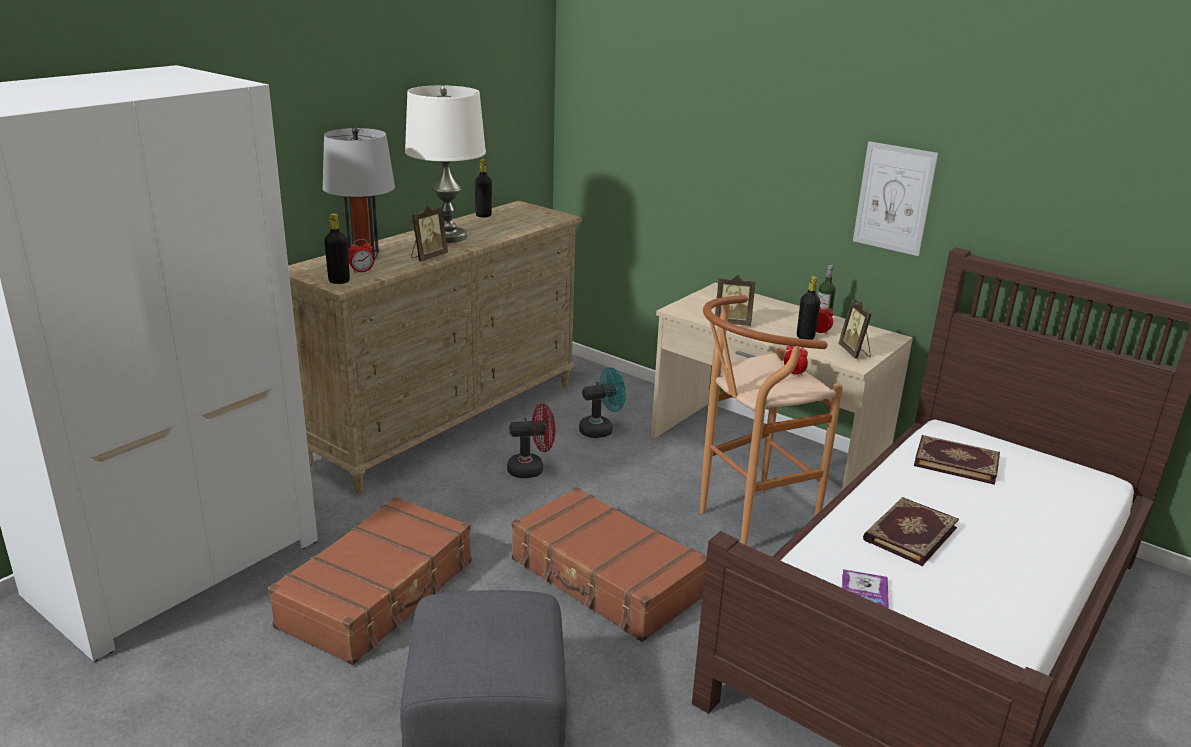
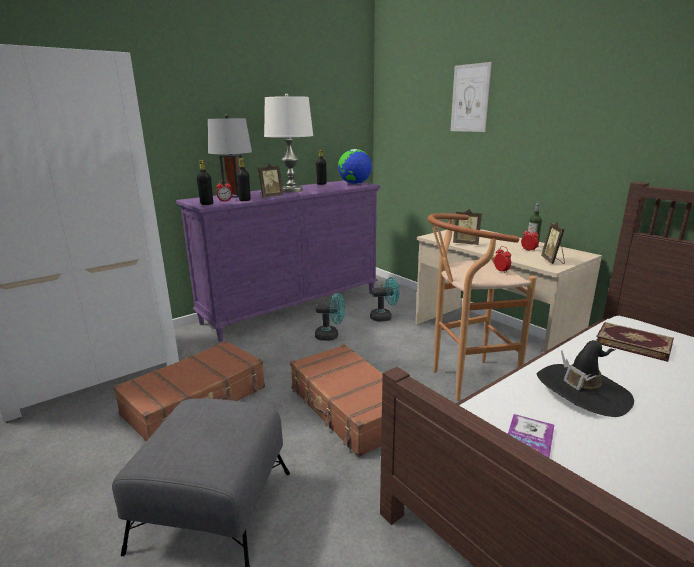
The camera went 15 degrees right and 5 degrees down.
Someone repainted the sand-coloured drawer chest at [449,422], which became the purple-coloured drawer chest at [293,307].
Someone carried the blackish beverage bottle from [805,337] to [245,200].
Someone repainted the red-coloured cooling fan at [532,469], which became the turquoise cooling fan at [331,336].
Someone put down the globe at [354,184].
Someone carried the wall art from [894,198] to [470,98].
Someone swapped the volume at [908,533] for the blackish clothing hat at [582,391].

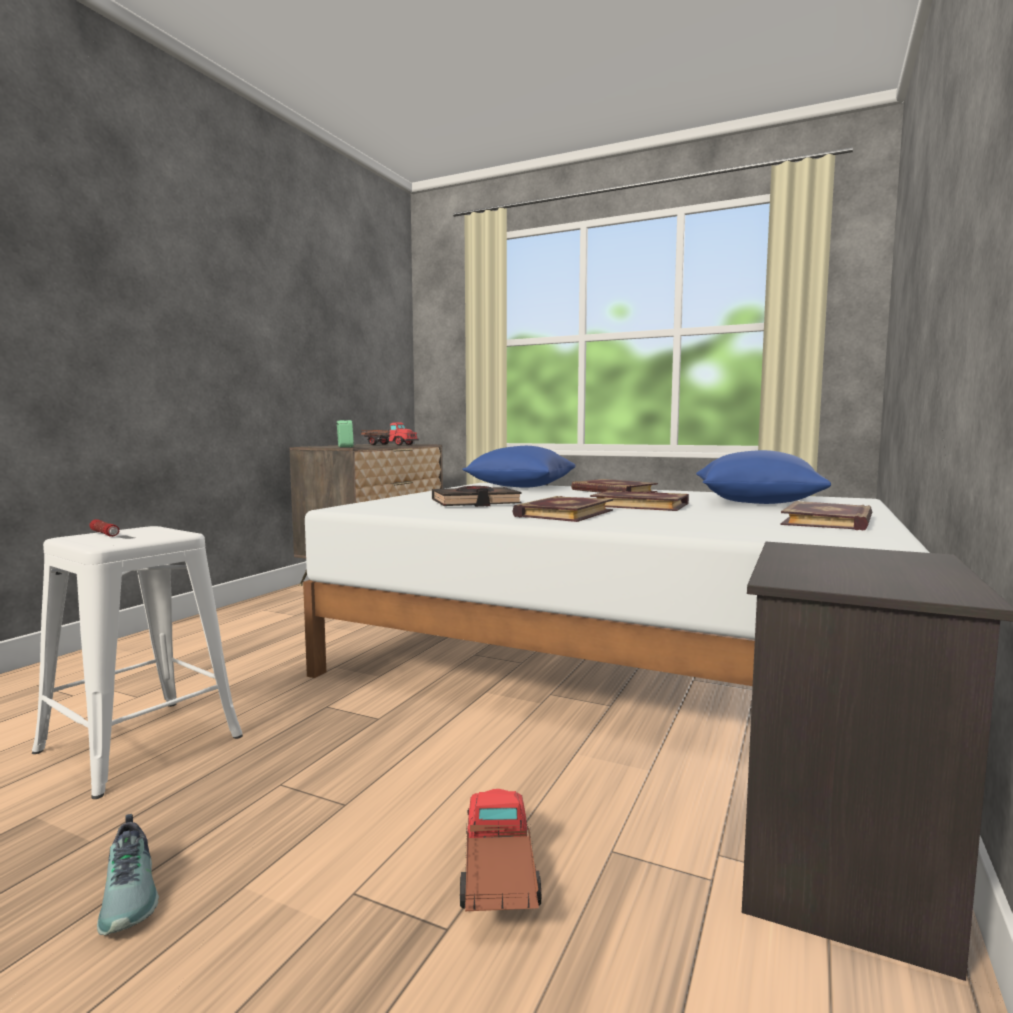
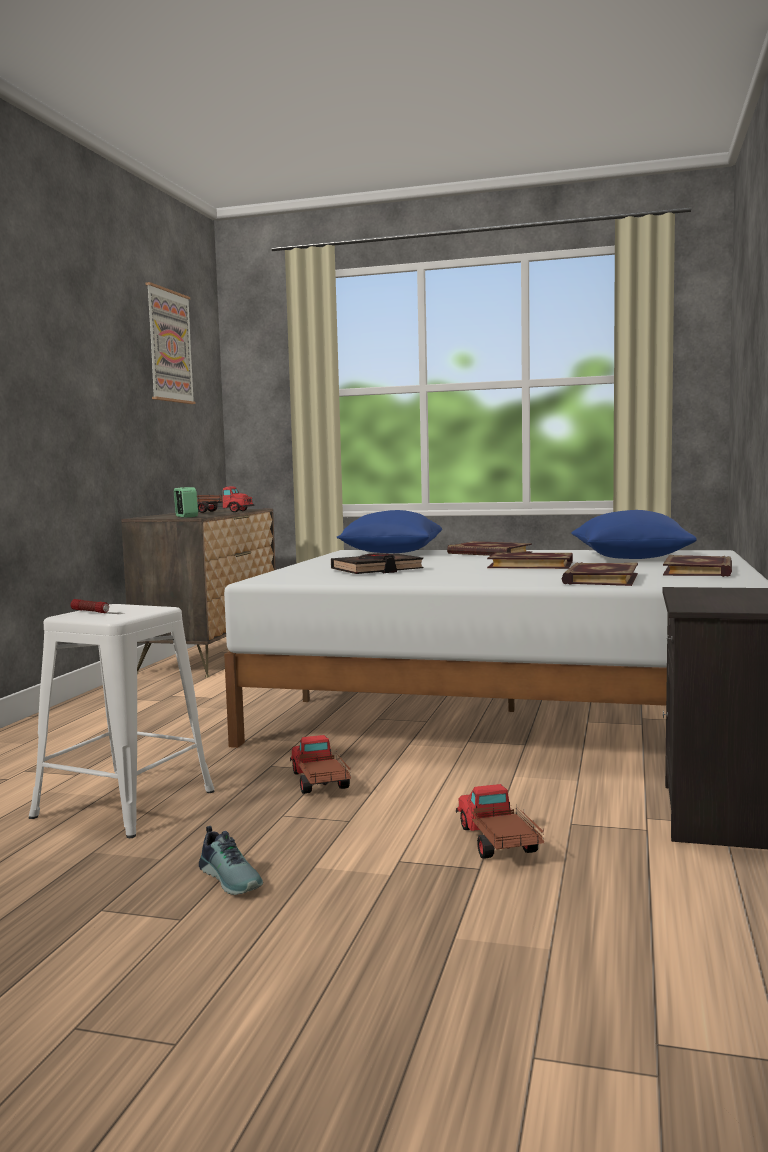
The camera went 10 degrees left and 0 degrees up.
Someone put up the wall art at [169,346].
Someone put down the toy truck at [319,783].
Someone carried the volume from [563,513] to [599,579].

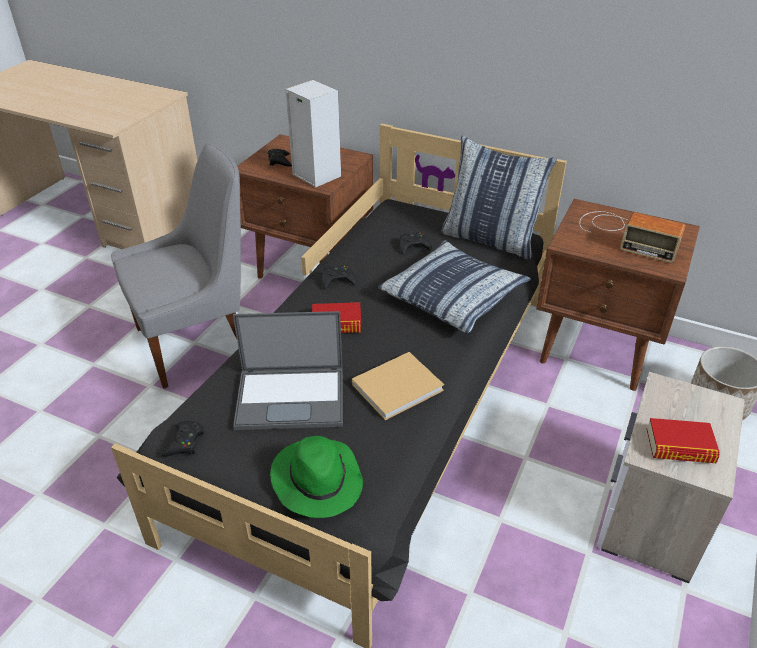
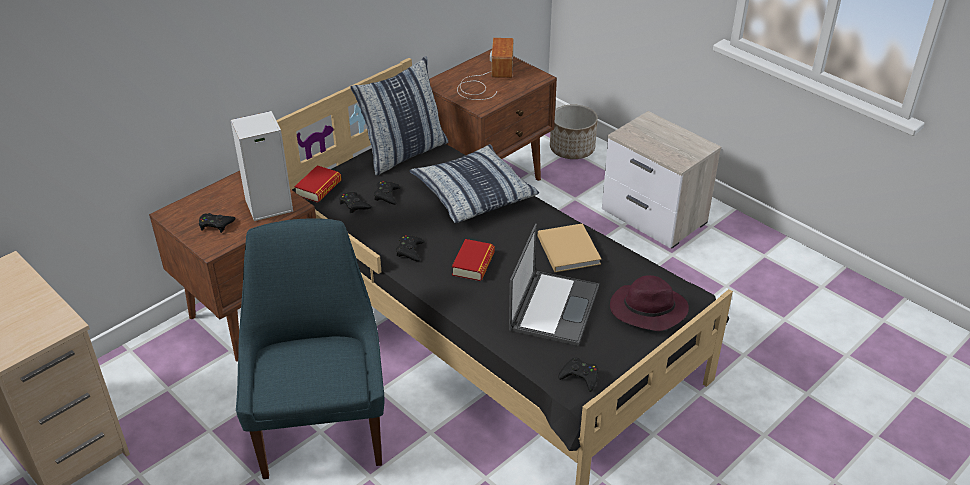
The camera went 70 degrees left and 0 degrees up.
Someone repainted the greyish upright chair at [198,342], which became the blue upright chair at [321,427].
Someone carried the volume from [680,446] to [318,188].
Someone put down the blackish gamepad at [354,205].
Someone rotated the radio set at [625,235] by 45 degrees counterclockwise.
Someone repainted the greenish clothing hat at [316,480], which became the purple-coloured clothing hat at [646,310].

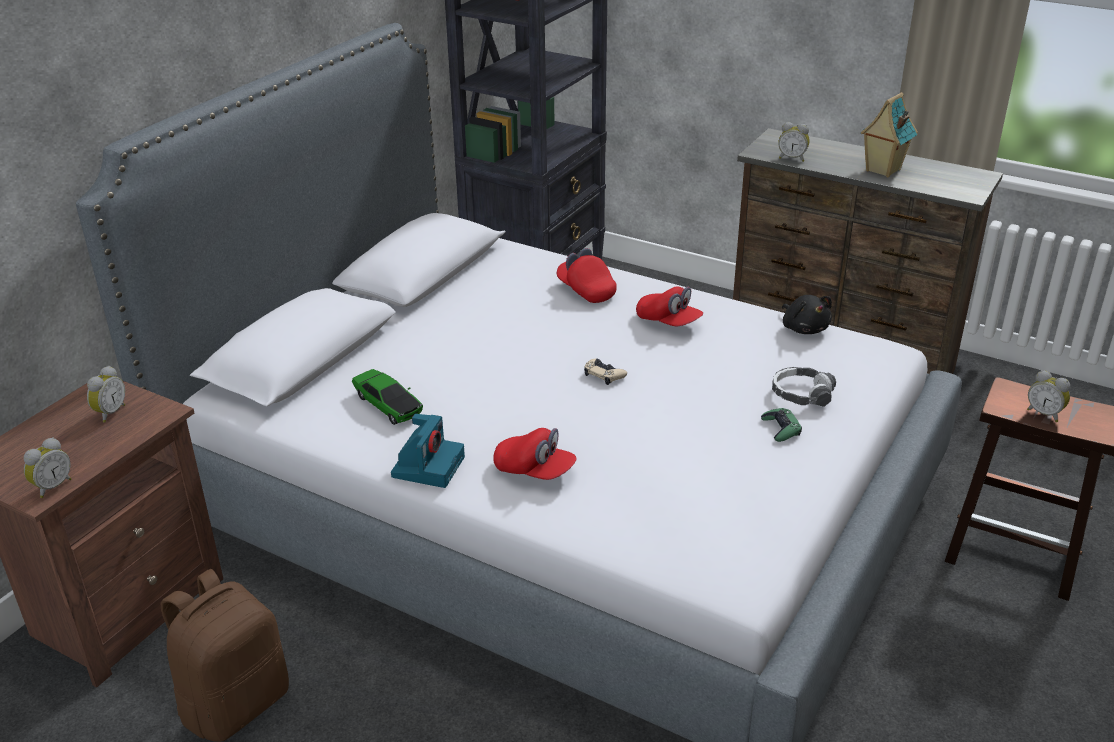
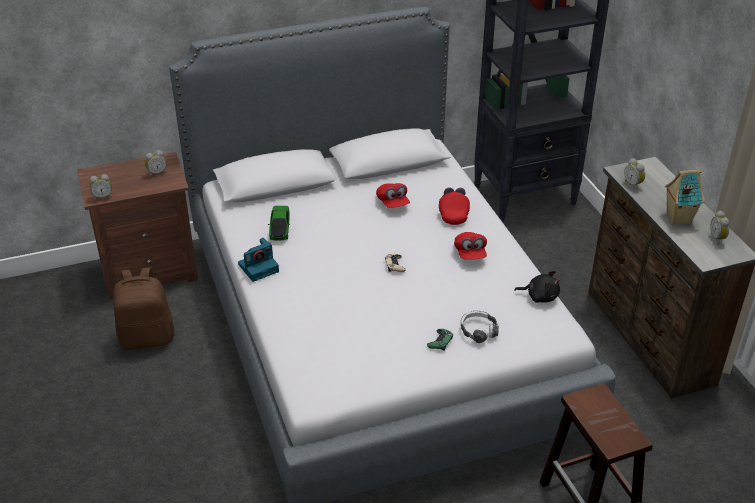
The camera went 40 degrees right and 5 degrees up.
Someone carried the red-coloured baseball cap from [534,470] to [392,203].
Someone rotated the blackish soft toy at [804,328] by 90 degrees counterclockwise.
Someone carried the alarm clock from [1044,413] to [718,239].

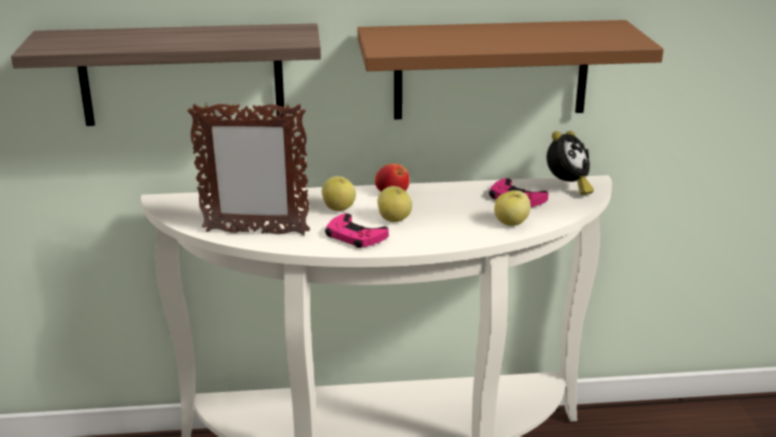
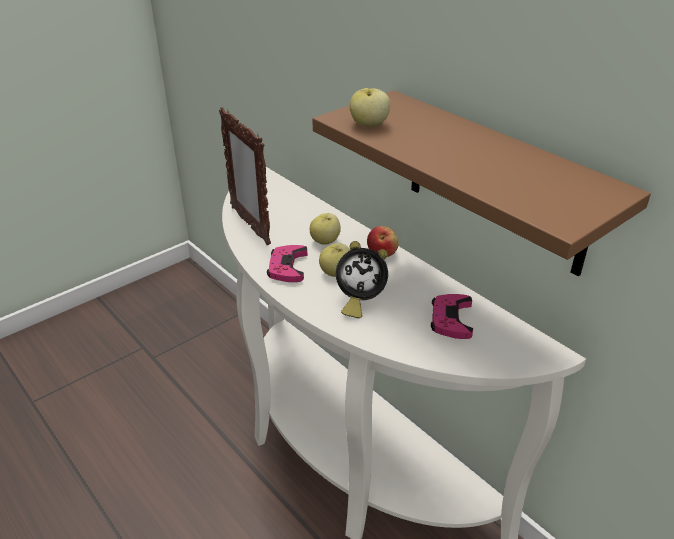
The camera went 55 degrees right and 10 degrees up.
Someone carried the alarm clock from [567,187] to [359,301].
Someone carried the apple fruit from [512,223] to [368,125].
Someone took away the shelf at [182,75].

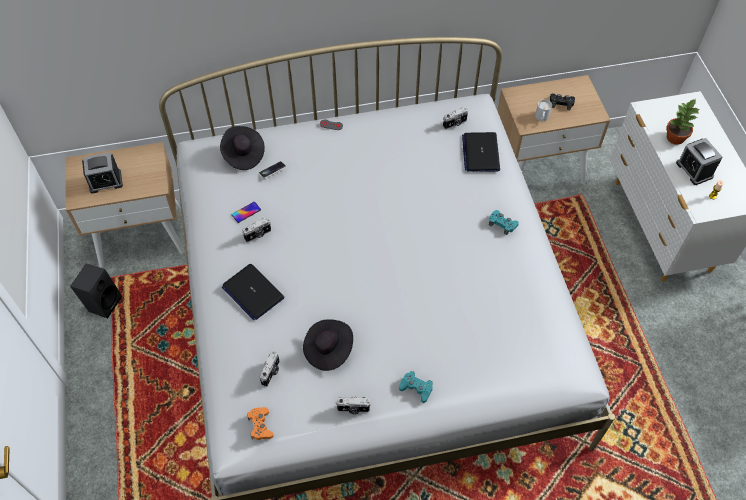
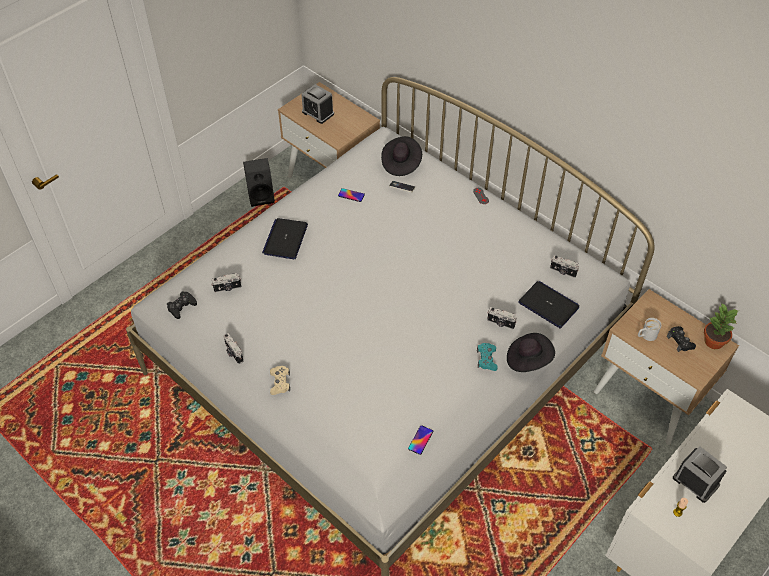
The camera went 55 degrees right and 5 degrees down.
Someone repainted the orange gamepad at [260,425], which became the blackish gamepad at [181,307].
Someone repainted the turquoise gamepad at [416,388], which became the sand-coloured gamepad at [280,382].
Someone put down the telephone at [420,440].
Someone carried the photo camera from [258,235] to [500,323].
Someone carried the blackish clothing hat from [328,350] to [528,359].
Someone rotated the laptop at [480,152] by 75 degrees clockwise.
Someone rotated the alarm clock at [694,170] by 105 degrees clockwise.
Someone carried the houseplant from [674,138] to [713,341].

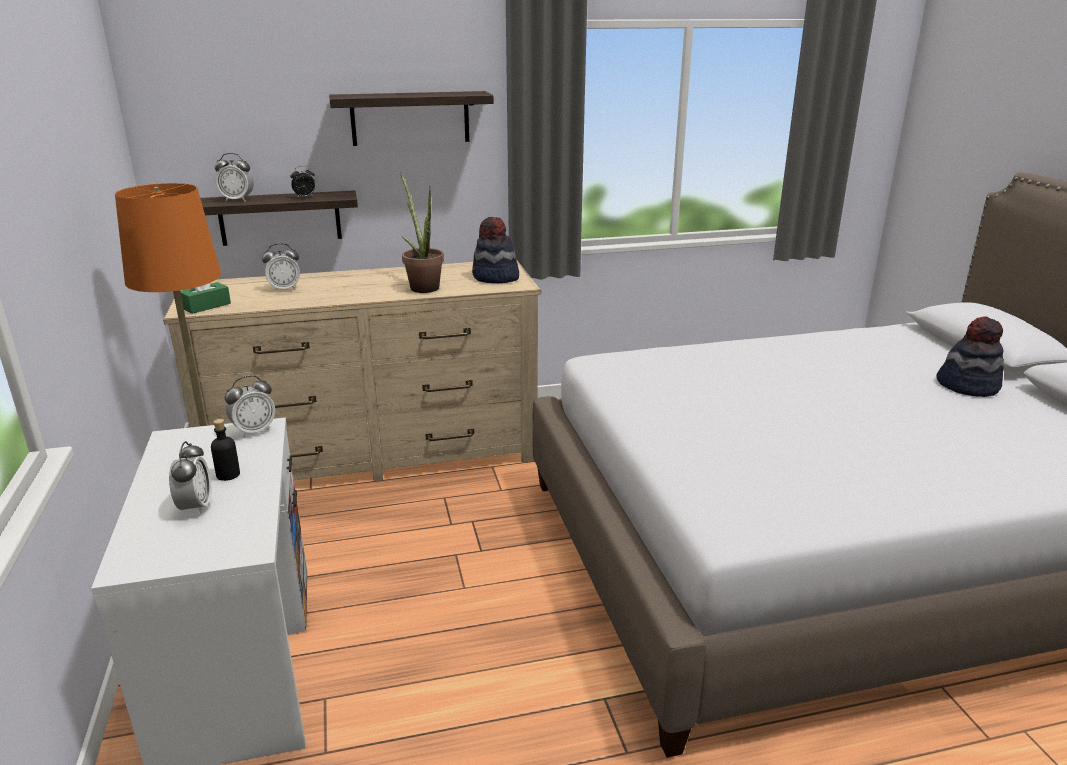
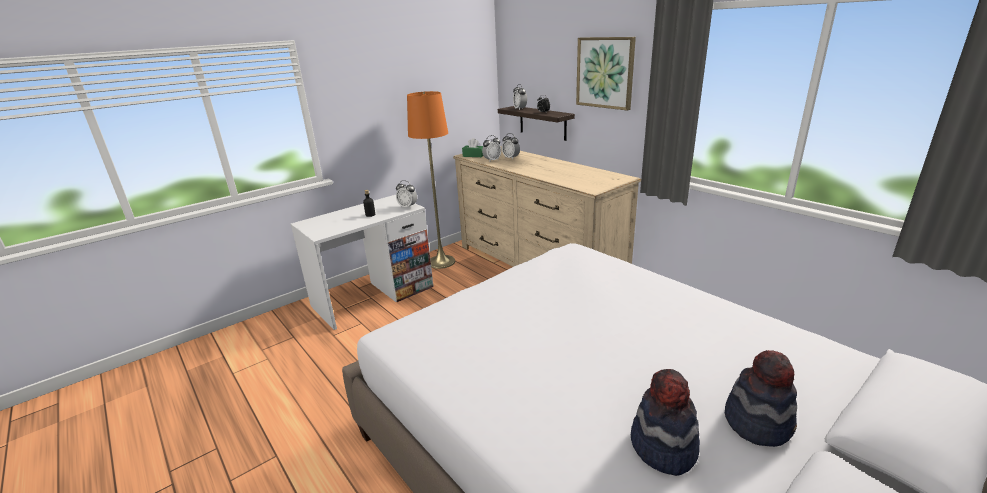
The camera went 65 degrees right and 0 degrees up.
Someone carried the alarm clock from [195,507] to [492,160].
Someone swapped the shelf at [410,118] for the wall art at [605,72].
Someone carried the clothing hat from [495,278] to [663,447].
Someone took away the houseplant at [422,286].

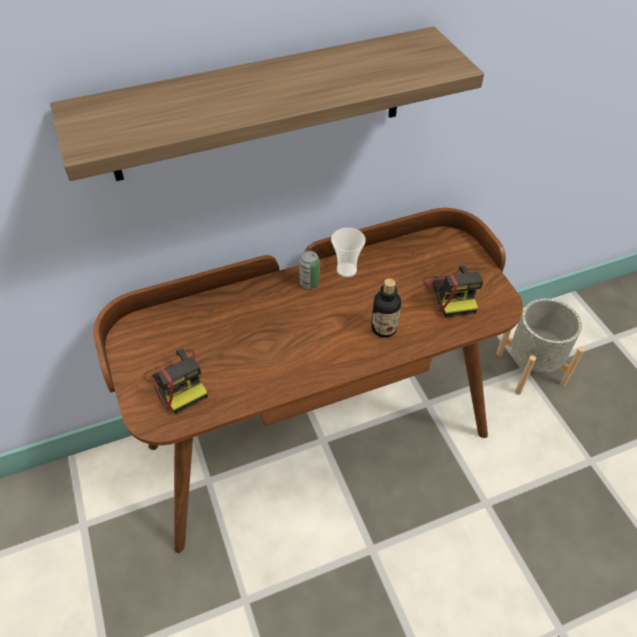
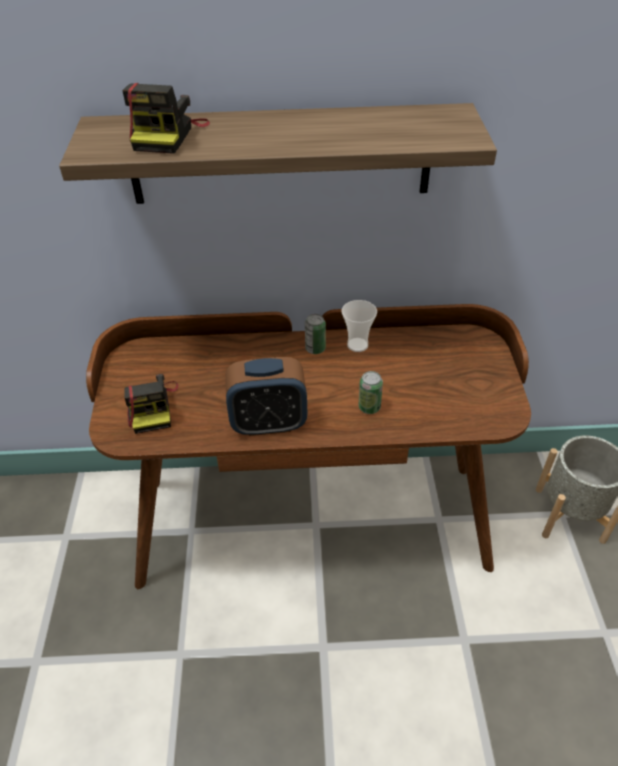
The camera went 20 degrees right and 5 degrees down.
Someone carried the photo camera from [452,293] to [168,135].
Someone put down the alarm clock at [268,423].
Someone swapped the beverage bottle at [384,328] for the sealed can at [369,407].

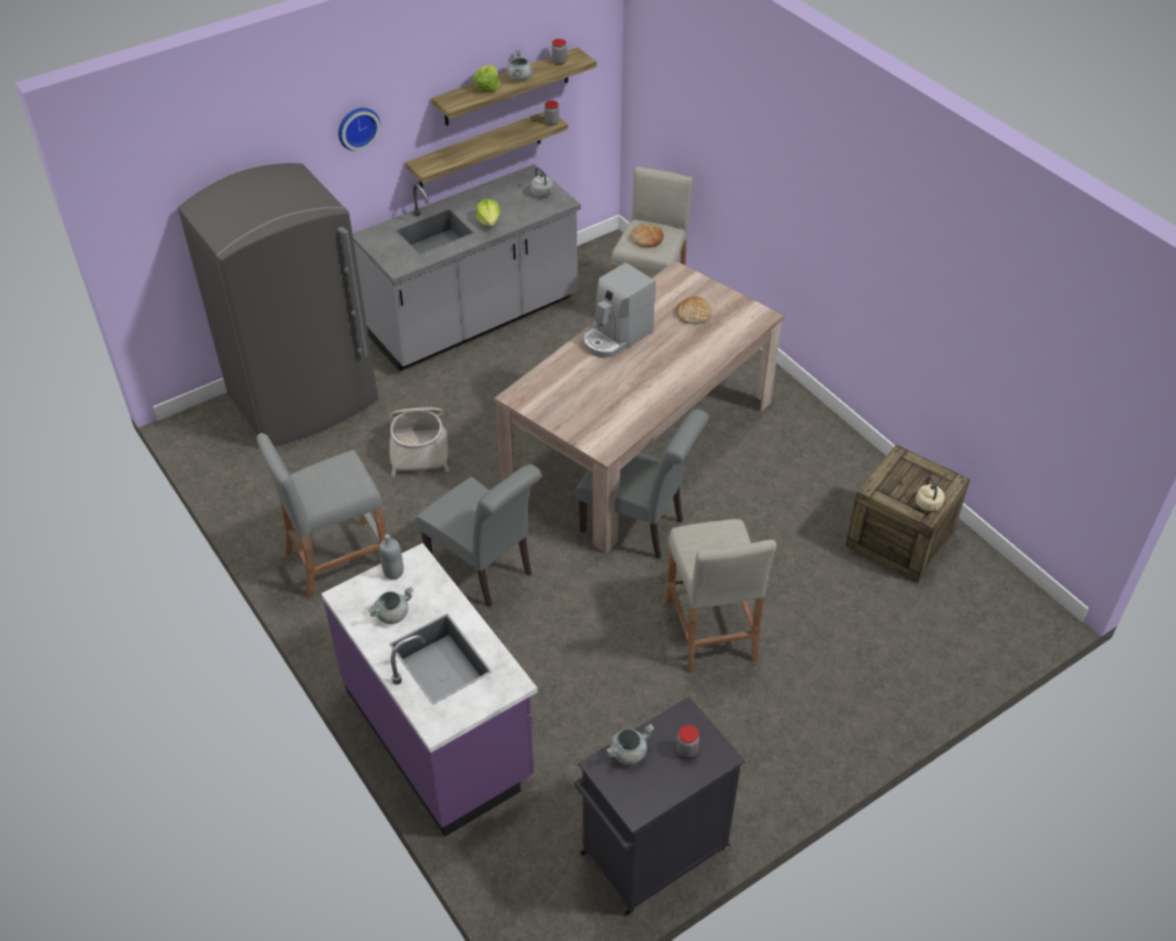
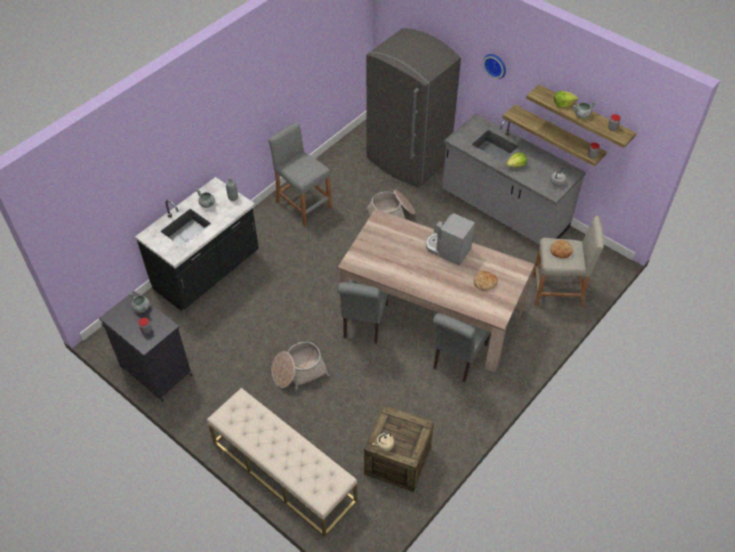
The camera went 75 degrees right and 5 degrees up.
Someone repainted the purple-coloured kitchen base unit at [440,733], which became the blackish kitchen base unit at [207,272].
Someone put down the sand-coloured indoor bench at [283,471].
Someone swapped the sand-coloured stool at [710,630] for the household basket at [298,371].
Someone carried the greyish upright chair from [484,570] to [458,358].

